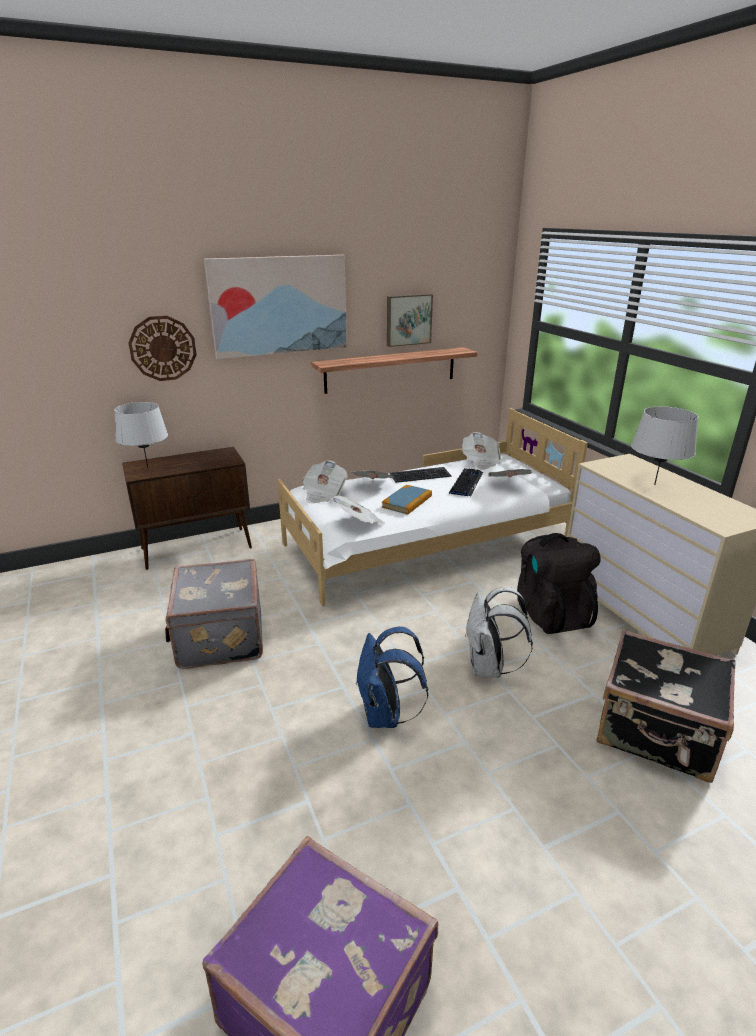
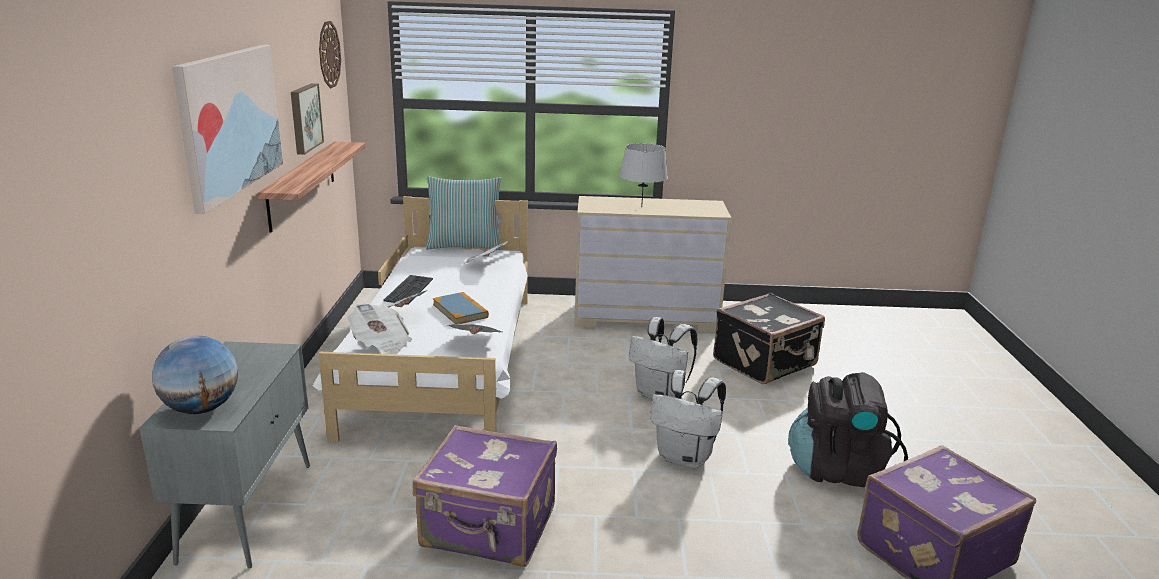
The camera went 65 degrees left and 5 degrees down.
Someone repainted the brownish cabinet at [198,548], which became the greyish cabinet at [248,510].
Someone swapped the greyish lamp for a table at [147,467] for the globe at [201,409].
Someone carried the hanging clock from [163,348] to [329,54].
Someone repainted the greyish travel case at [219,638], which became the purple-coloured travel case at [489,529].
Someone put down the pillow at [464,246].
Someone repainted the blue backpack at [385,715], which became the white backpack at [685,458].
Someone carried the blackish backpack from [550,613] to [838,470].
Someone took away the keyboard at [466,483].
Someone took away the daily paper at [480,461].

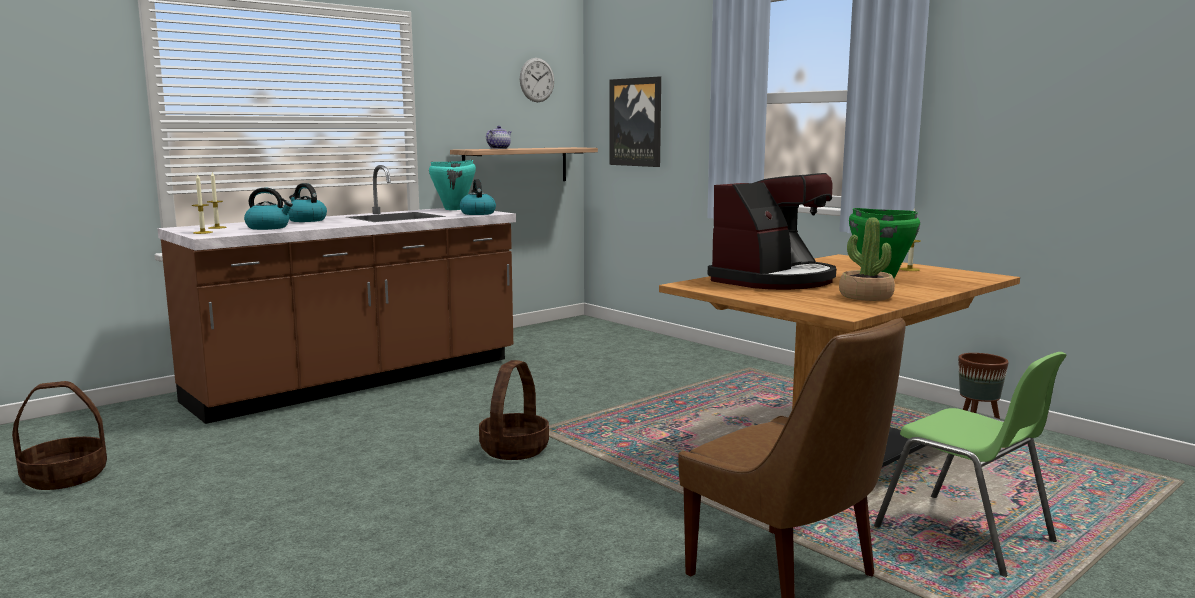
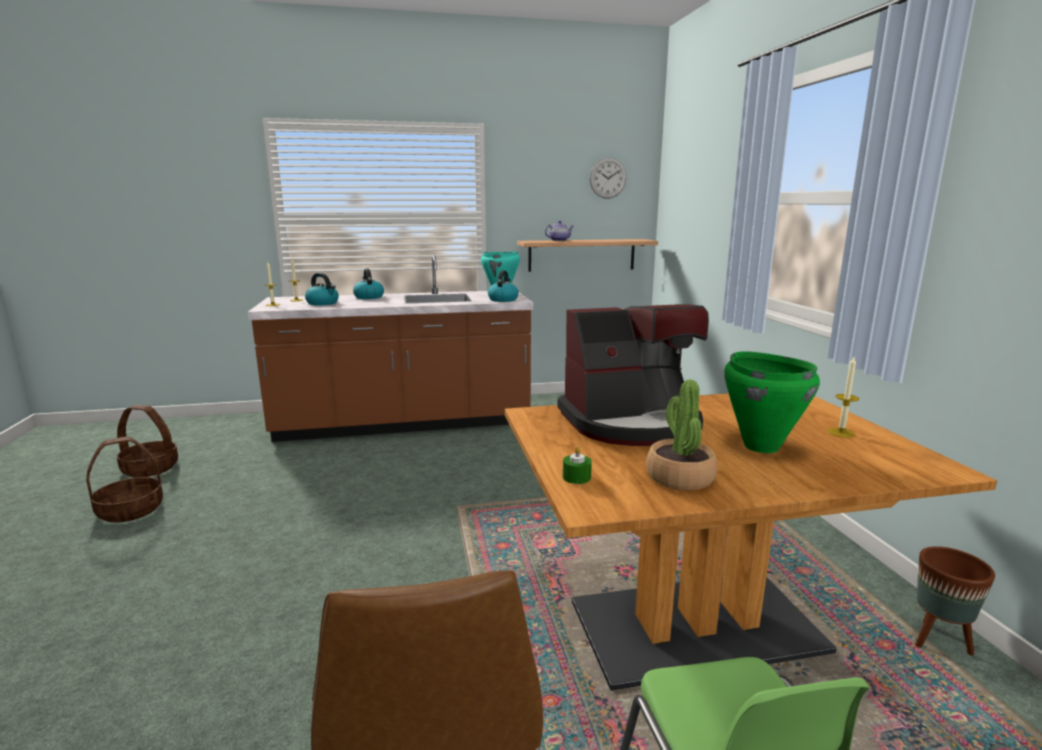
The camera went 30 degrees right and 5 degrees up.
Someone carried the household basket from [514,449] to [131,510].
Someone put down the greenish candle at [576,477].
Someone took away the wall art at [636,122].

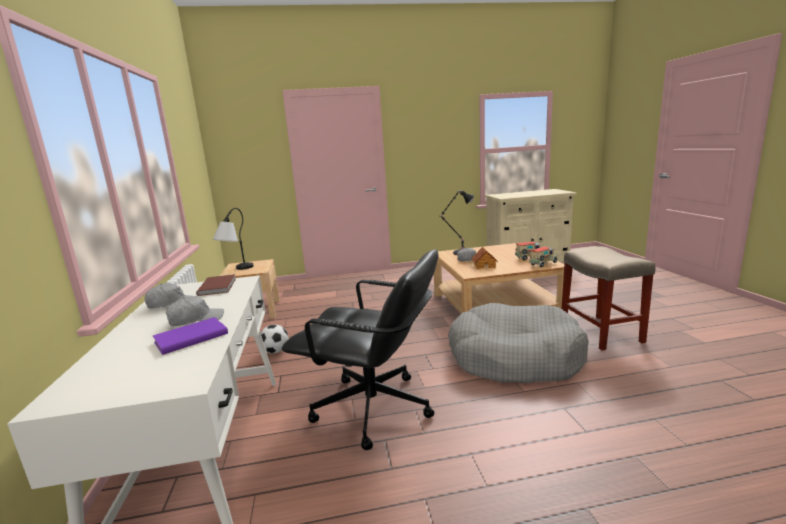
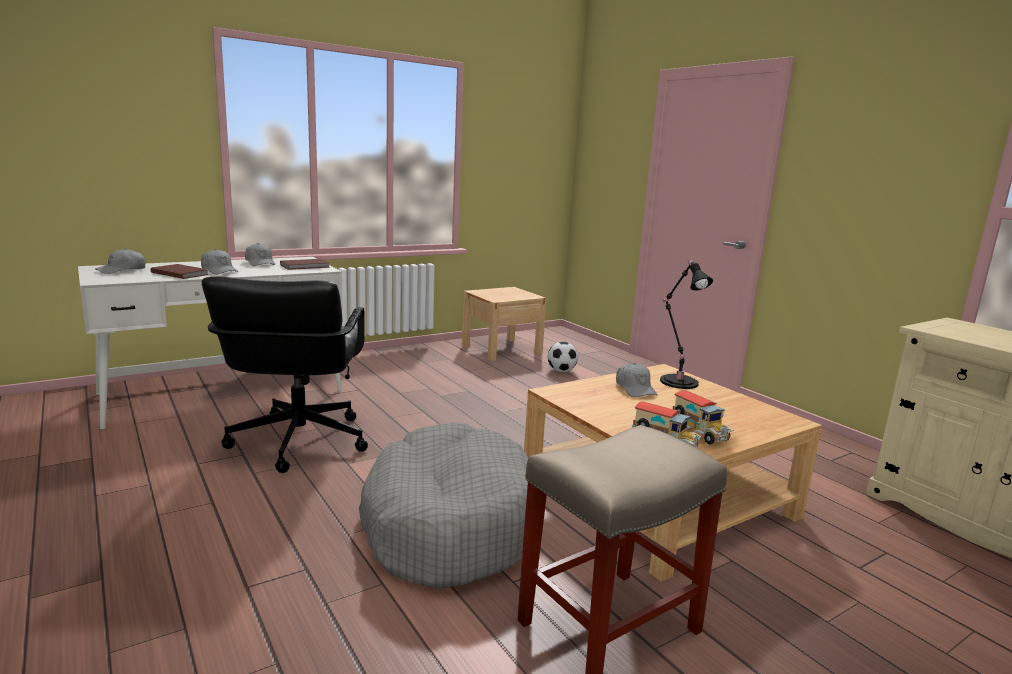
The camera went 65 degrees right and 0 degrees up.
Someone put down the greyish baseball cap at [122,270].
Someone repainted the purple-coloured volume at [190,337], which became the brownish volume at [180,273].
Someone carried the ball for football from [275,351] to [561,371].
Someone took away the lamp for a table at [236,270].
Someone took away the miniature house at [484,265].

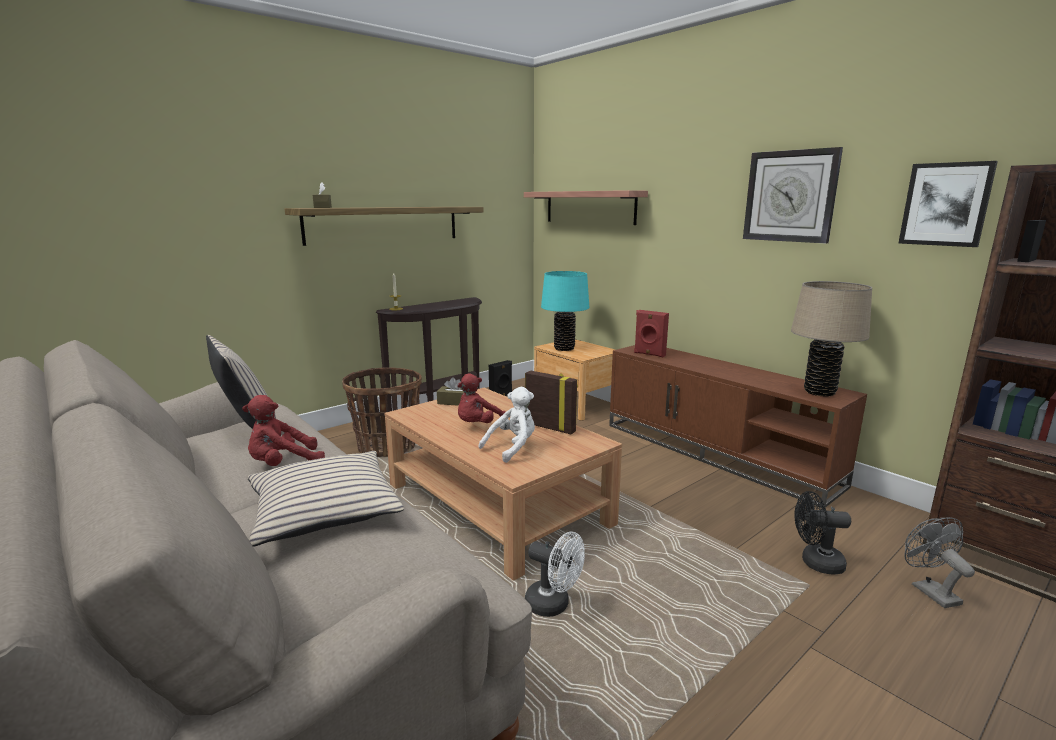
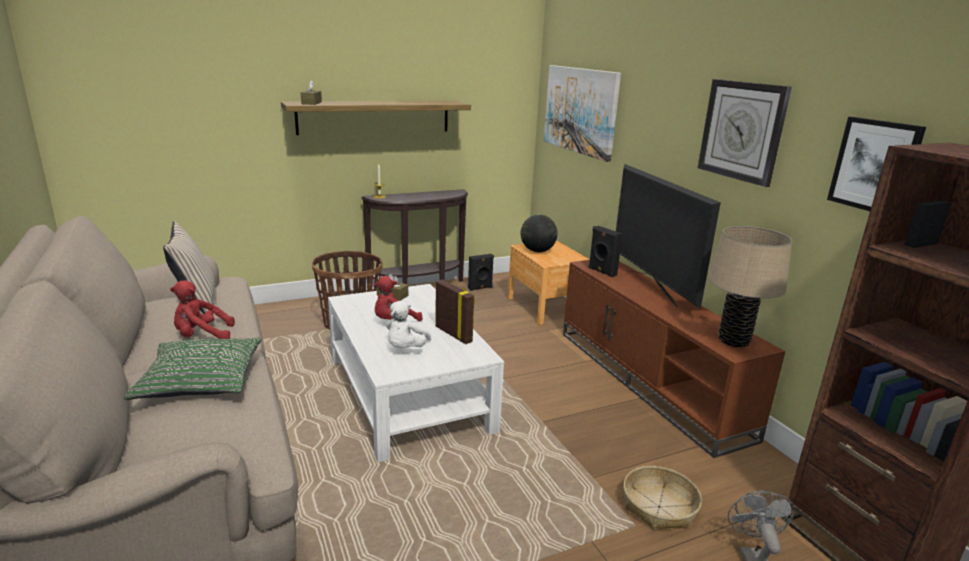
The camera went 15 degrees right and 5 degrees up.
Someone repainted the sand-coloured pillow at [324,510], which became the greenish pillow at [200,380].
Someone repainted the brownish low table at [495,504], which became the white low table at [407,392].
Someone rotated the white soft toy at [512,448] by 135 degrees clockwise.
Someone swapped the turquoise lamp for a table at [564,348] for the globe at [537,251].
Someone swapped the shelf at [589,207] for the wall art at [580,110].
Someone repainted the red-coloured speaker at [649,354], which became the blackish speaker at [601,272].
Someone put down the TV set at [651,287].
Someone swapped the blackish cooling fan at [815,563] for the household basket at [659,507].
Someone took away the white cooling fan at [554,605].

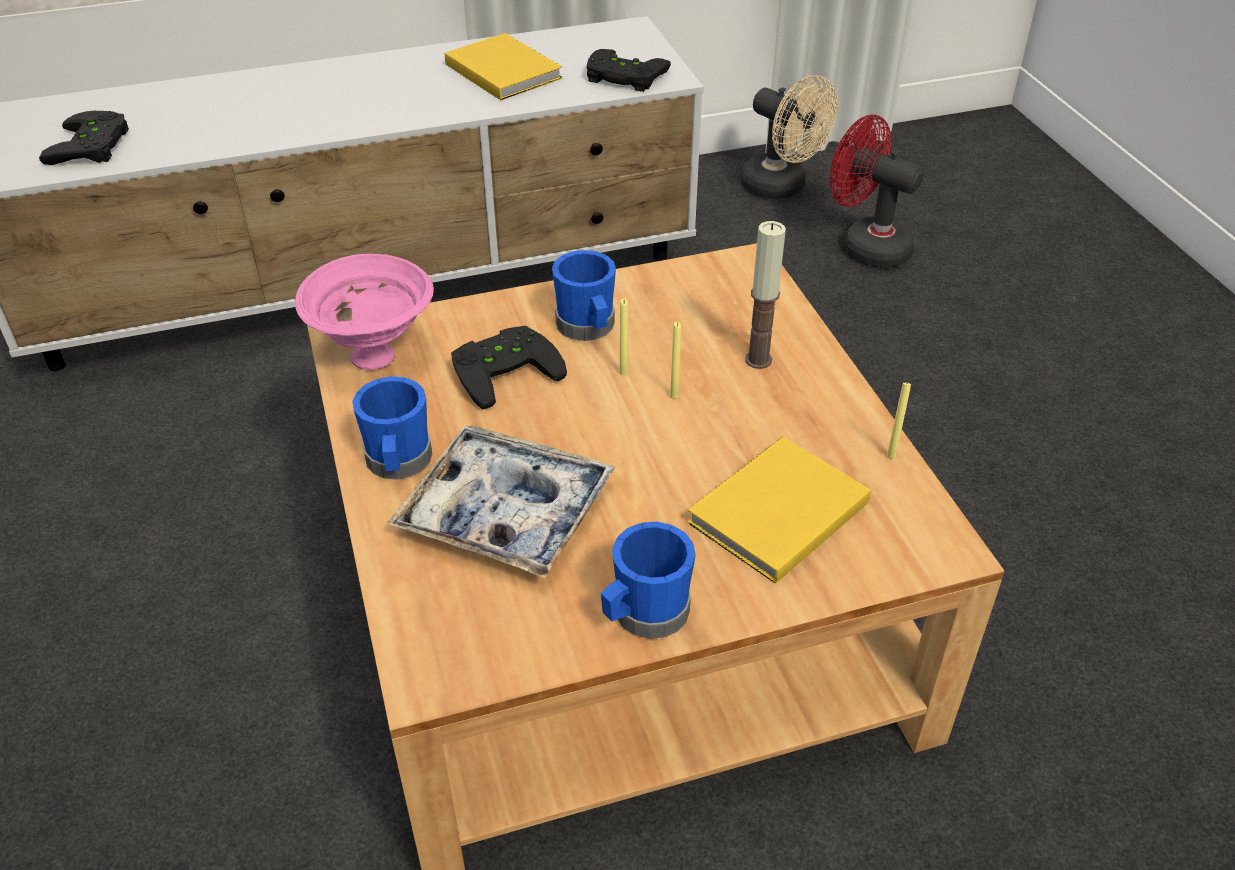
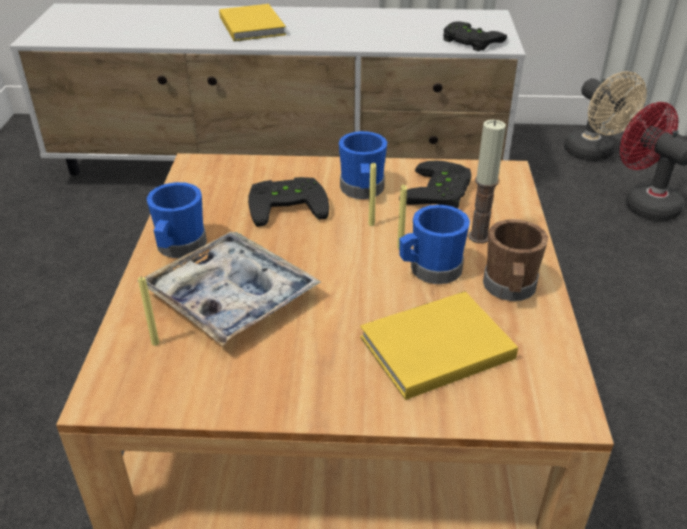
The camera went 20 degrees right and 5 degrees down.
Someone carried the yellowish candle from [891,456] to [155,343].
Someone carried the yellowish volume from [503,70] to [252,25].
Someone carried the blackish gamepad from [94,146] to [441,193].
Someone carried the blue tea mug from [644,614] to [430,270].
Someone put down the brownish tea mug at [509,289].
Someone took away the pink-coloured deep dish at [376,356].

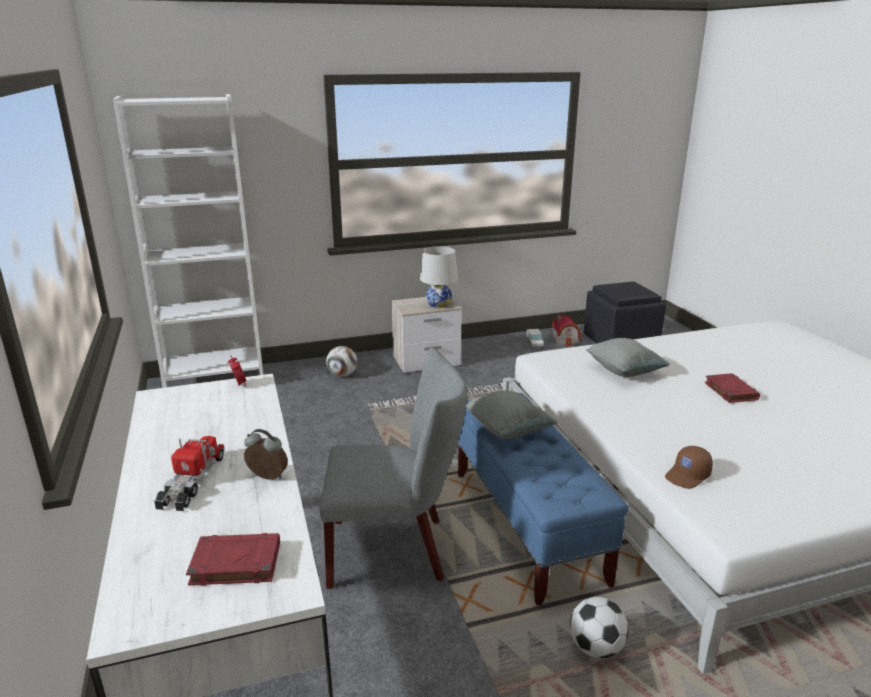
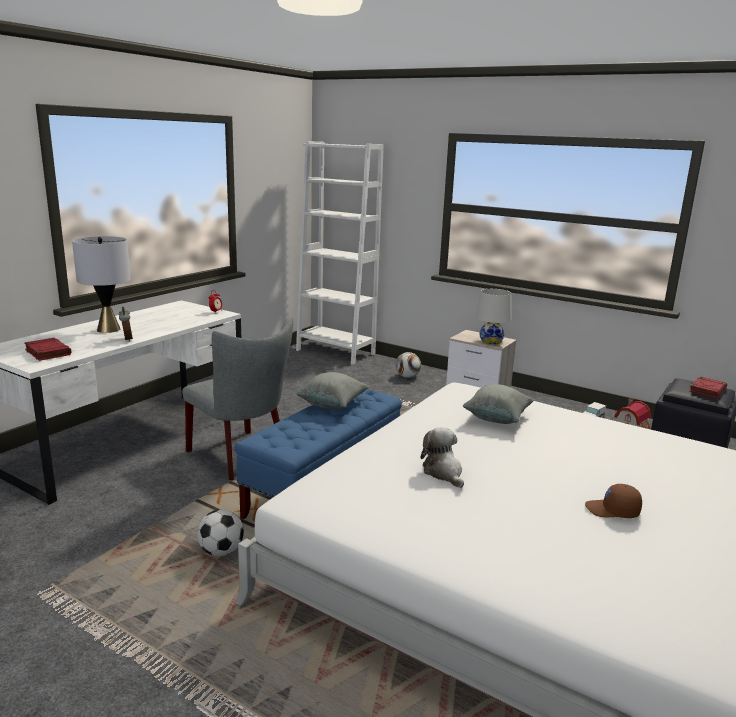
The camera went 50 degrees right and 5 degrees down.
Someone swapped the toy truck at [192,481] for the greyish lamp for a table at [108,329].
Someone put down the soft toy at [443,472].
Someone carried the brownish baseball cap from [688,476] to [612,511].
Someone carried the red-coloured volume from [730,391] to [707,390].

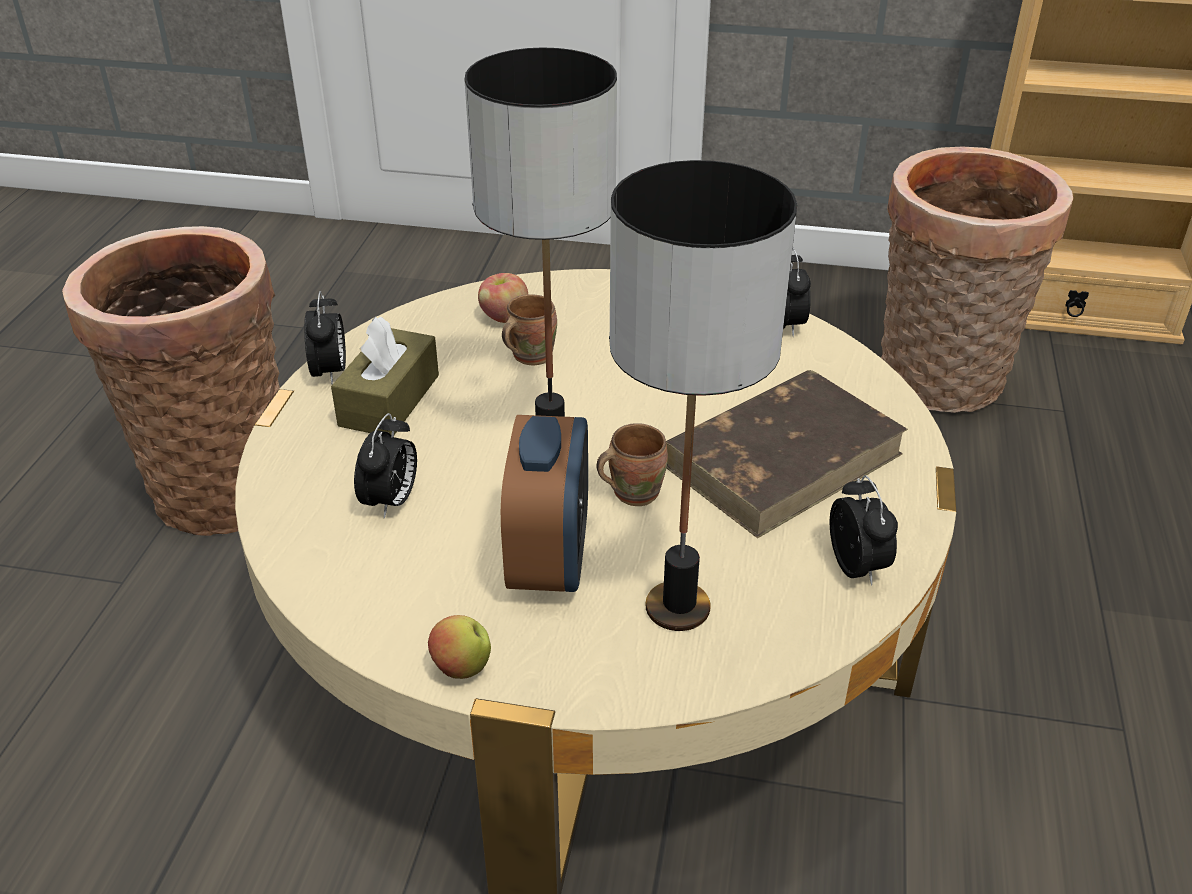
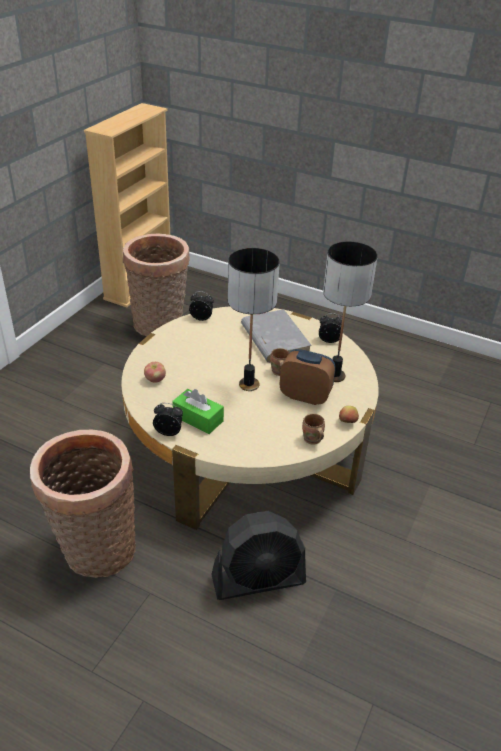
The camera went 75 degrees left and 0 degrees up.
Someone repainted the brownish box of tissues at [389,400], which became the greenish box of tissues at [198,418].
Someone put down the blackish cooling fan at [259,580].
Someone repainted the brownish volume at [782,457], which became the greyish volume at [274,339].
Someone carried the brownish tea mug from [528,355] to [312,440].
Someone took away the alarm clock at [391,502].

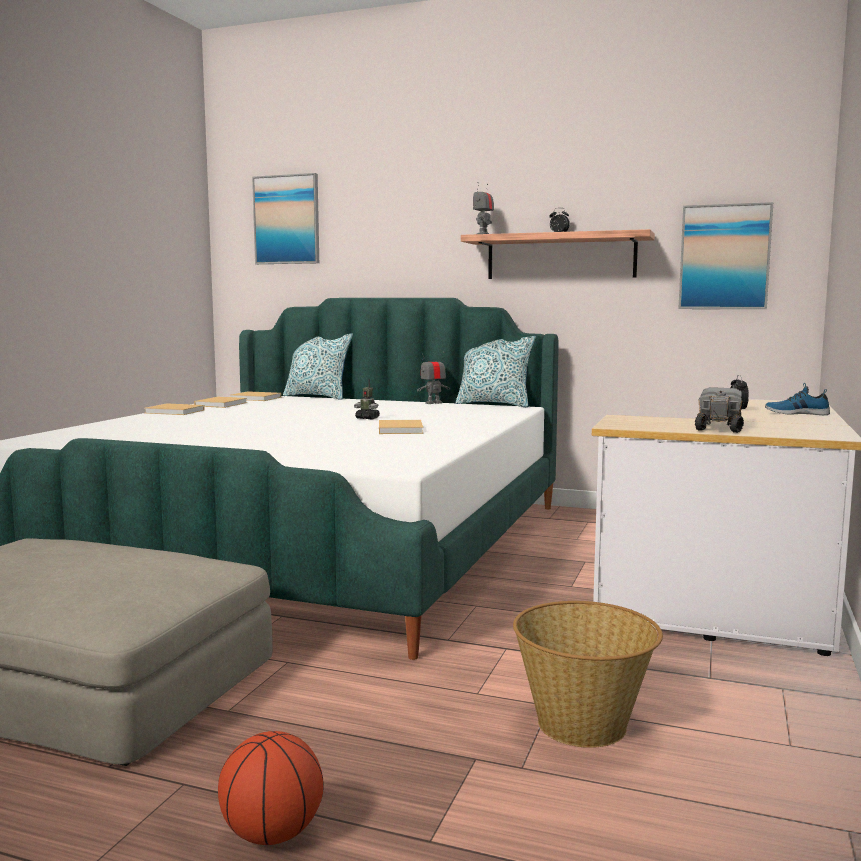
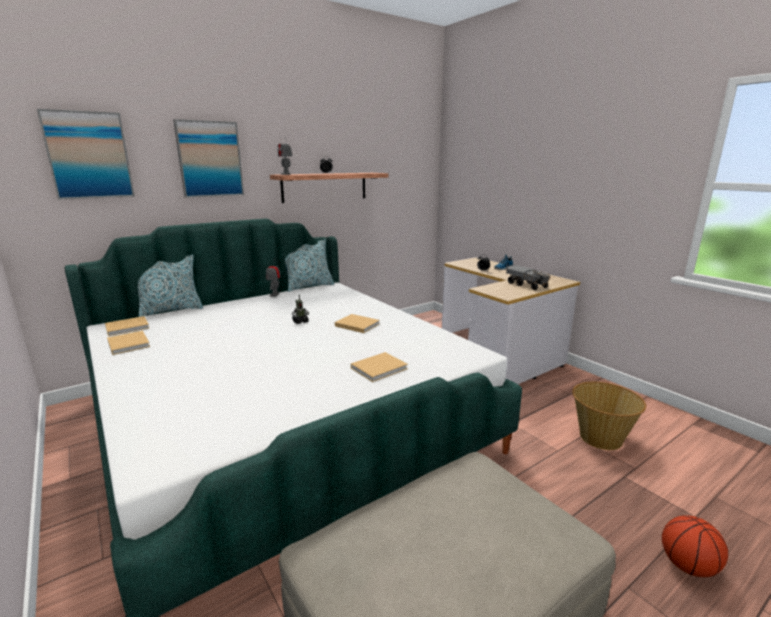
The camera went 55 degrees left and 10 degrees up.
Someone carried the wall art from [724,257] to [210,159].
Someone carried the sand-coloured volume from [176,411] to [380,368].

